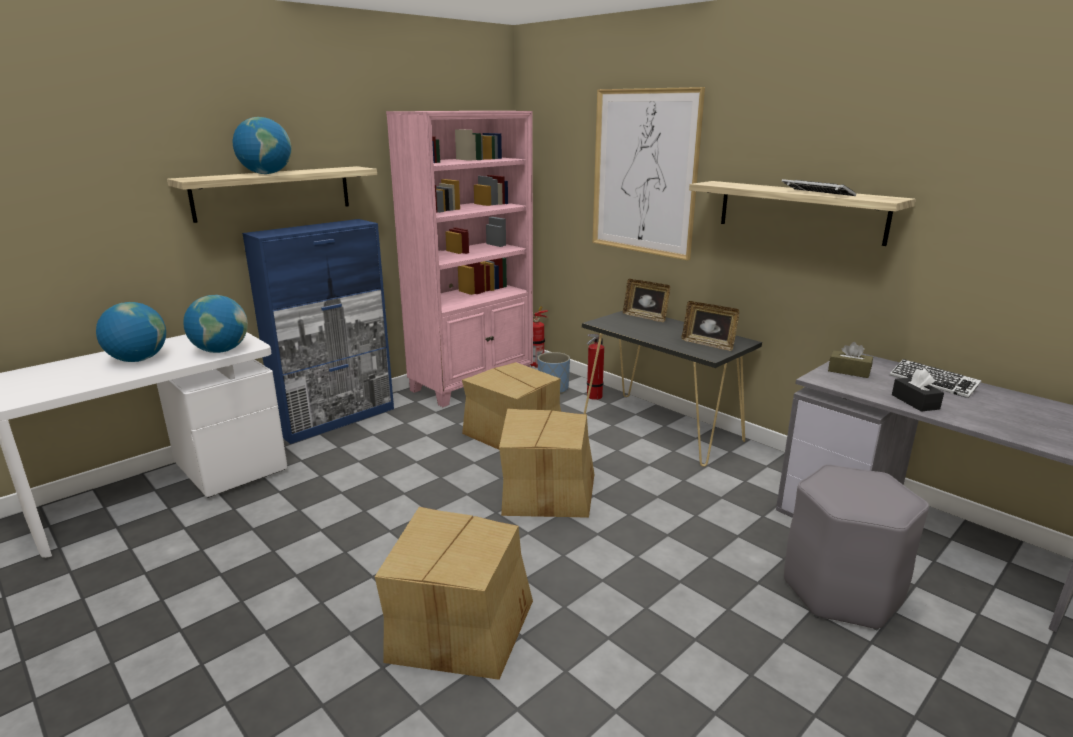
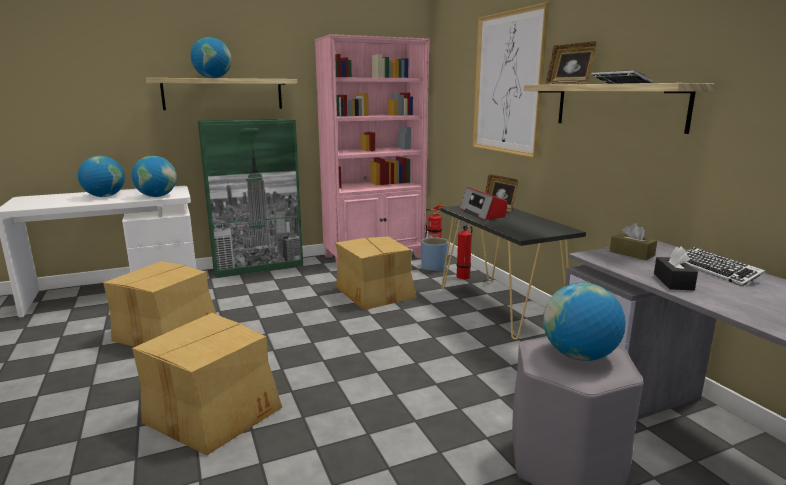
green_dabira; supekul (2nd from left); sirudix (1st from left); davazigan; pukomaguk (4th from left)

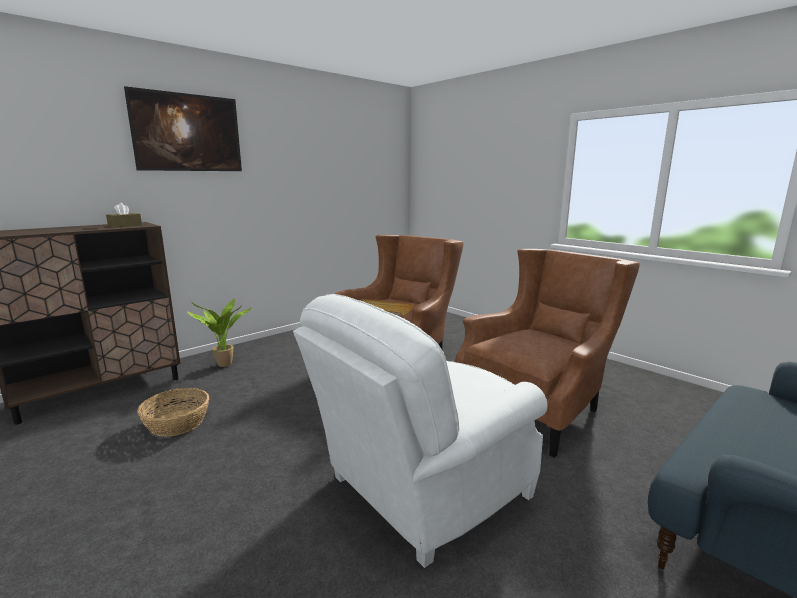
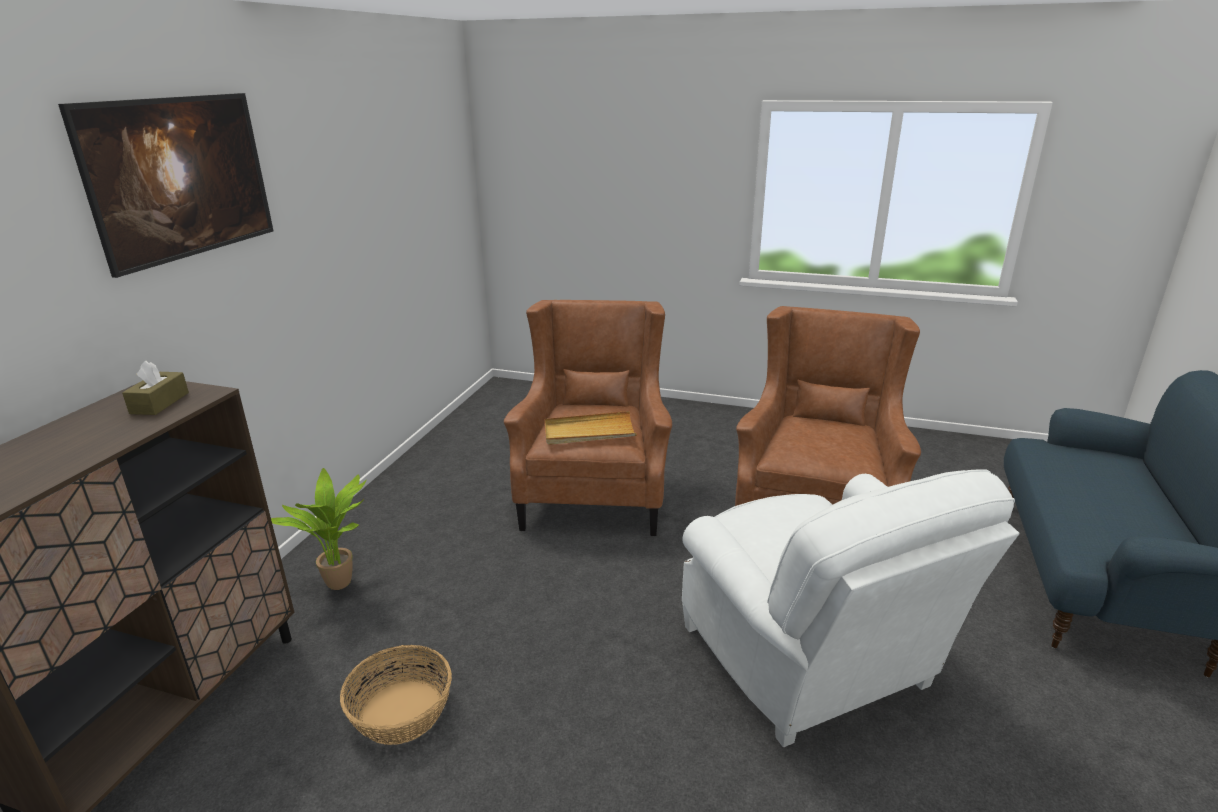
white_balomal

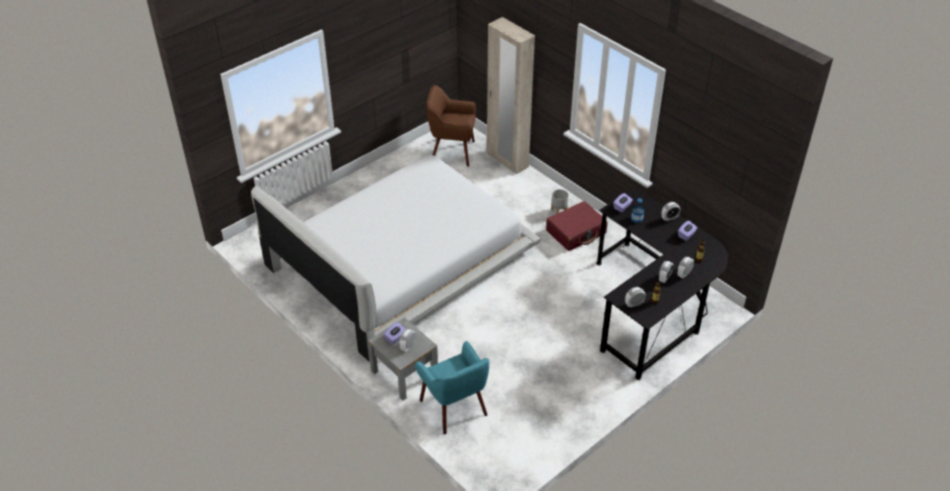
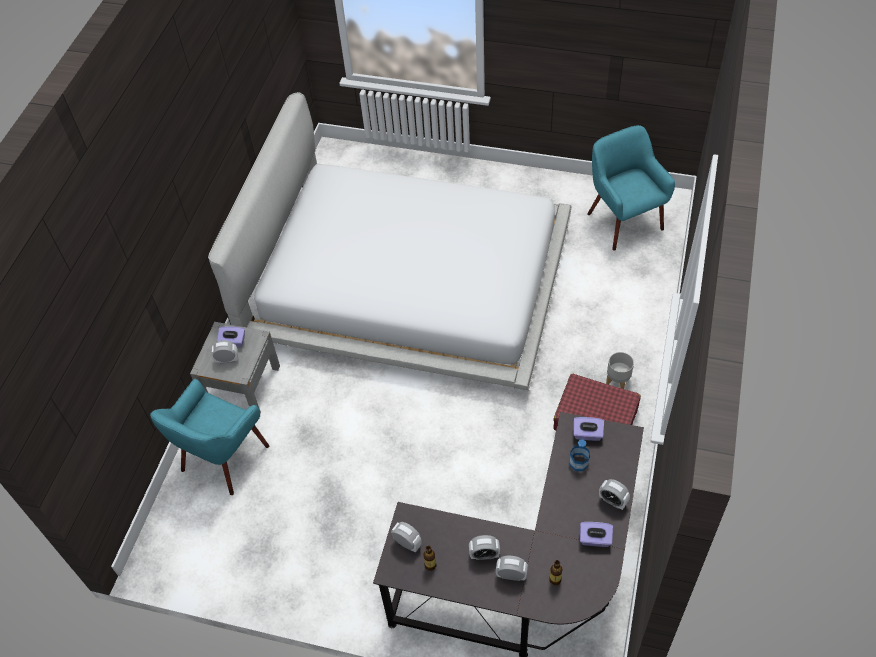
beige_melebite; turquoise_balomal (2nd from left)

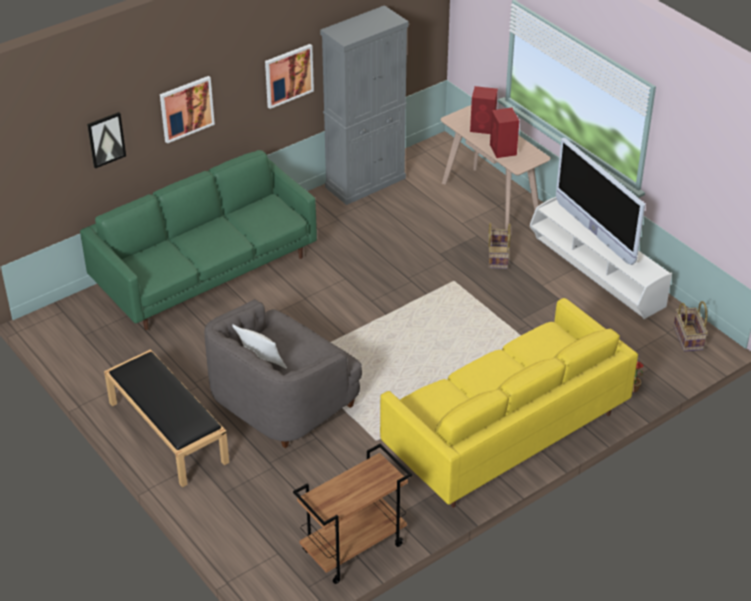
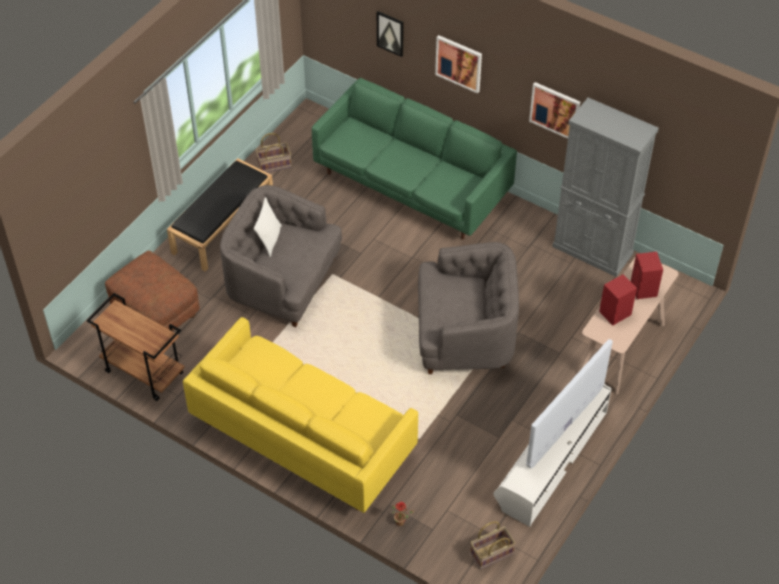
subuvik (1st from left); grey_balomal (2nd from left); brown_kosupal

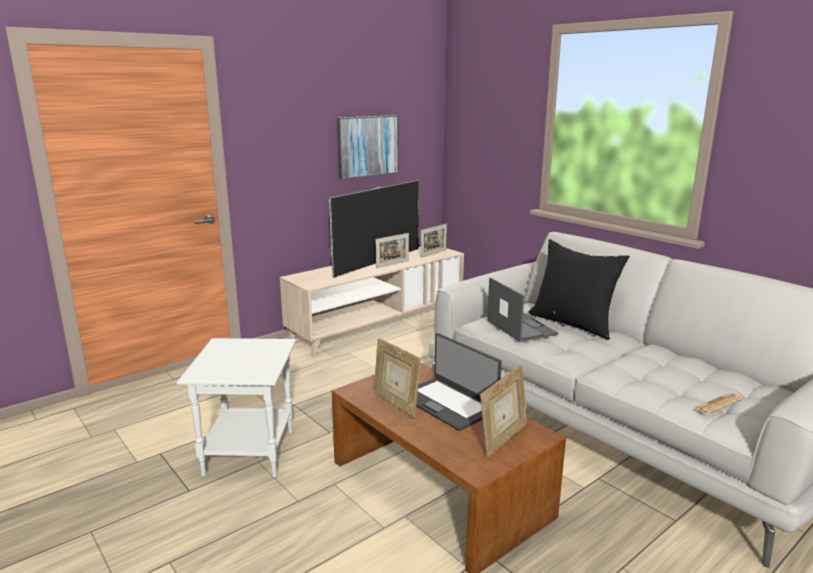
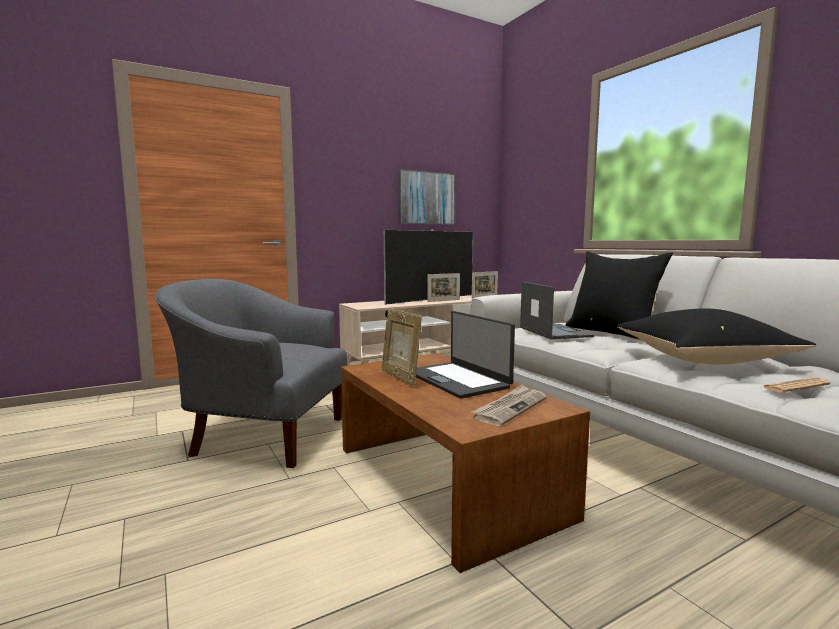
grey_balomal; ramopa (1st from left); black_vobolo (2nd from left)

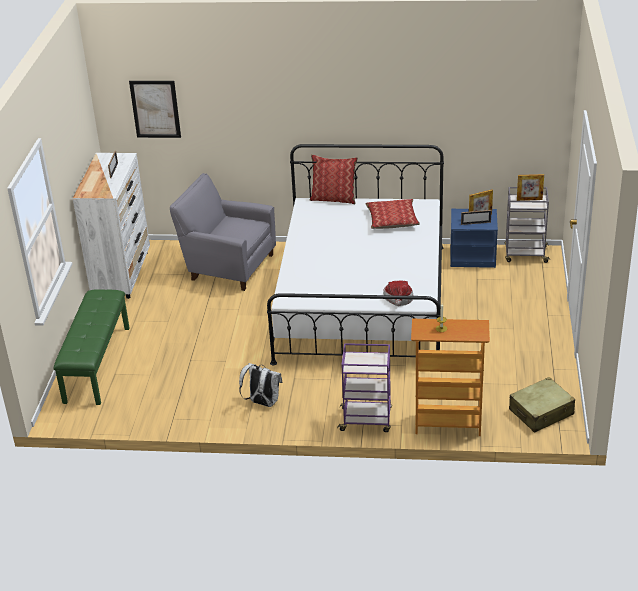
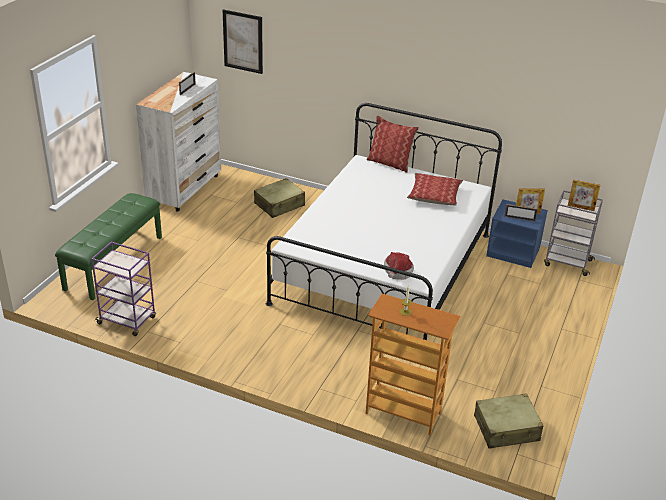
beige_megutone (1st from left); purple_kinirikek; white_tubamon

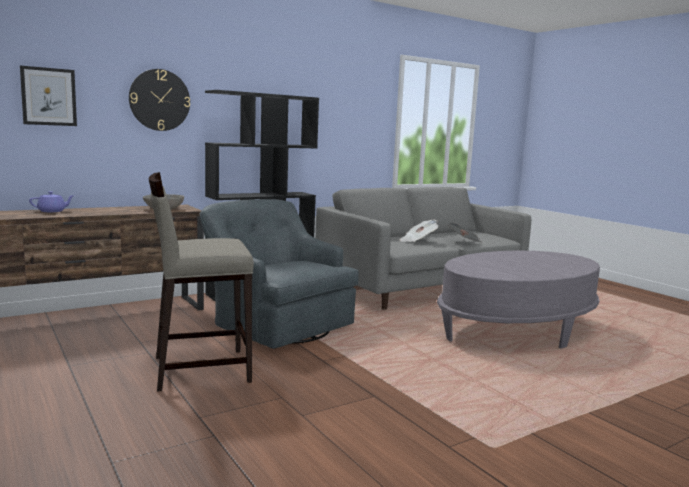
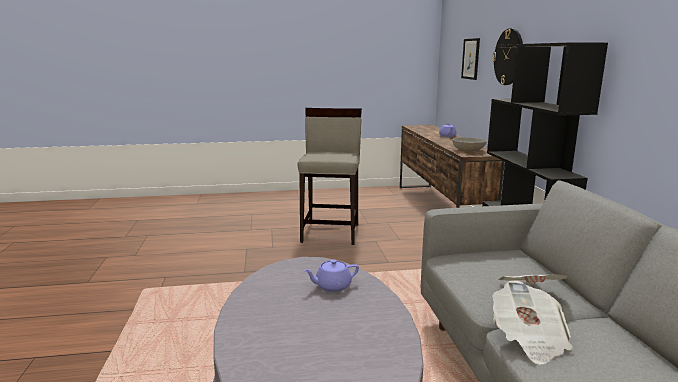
grey_balomal; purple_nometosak (1st from left)

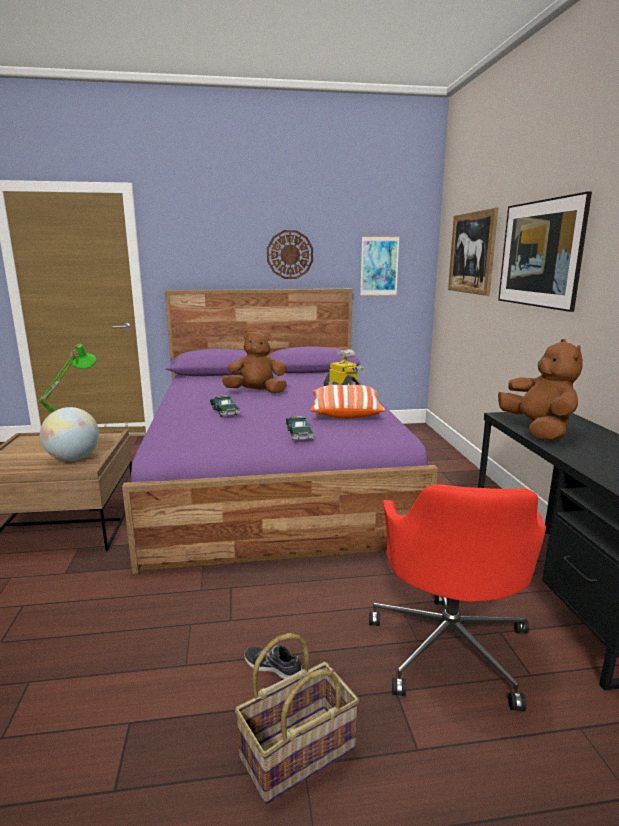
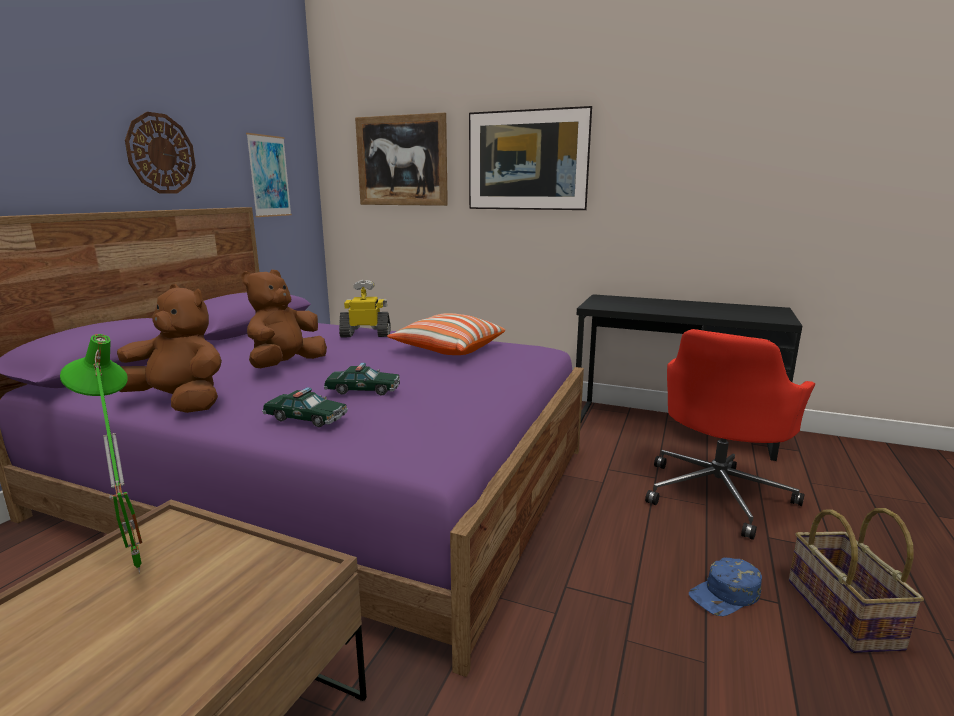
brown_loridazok (1st from left); pukomaguk; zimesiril (1st from left); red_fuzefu; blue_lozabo

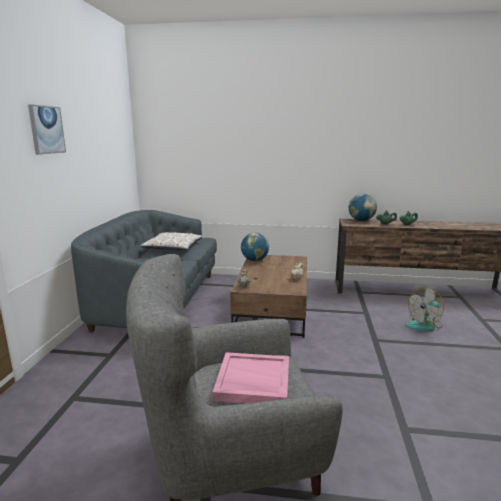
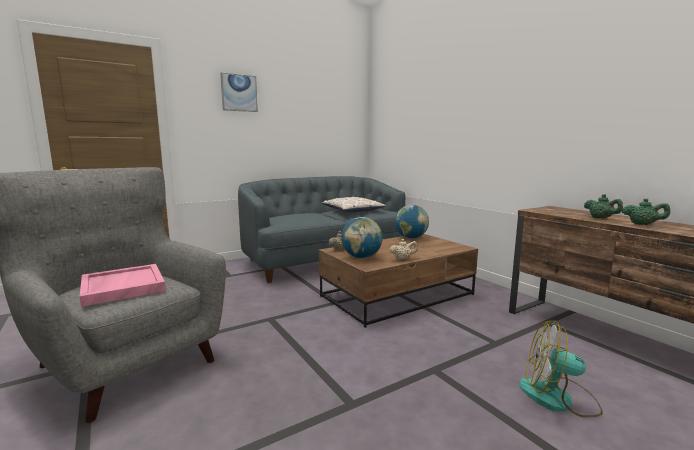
pukomaguk (1st from left)

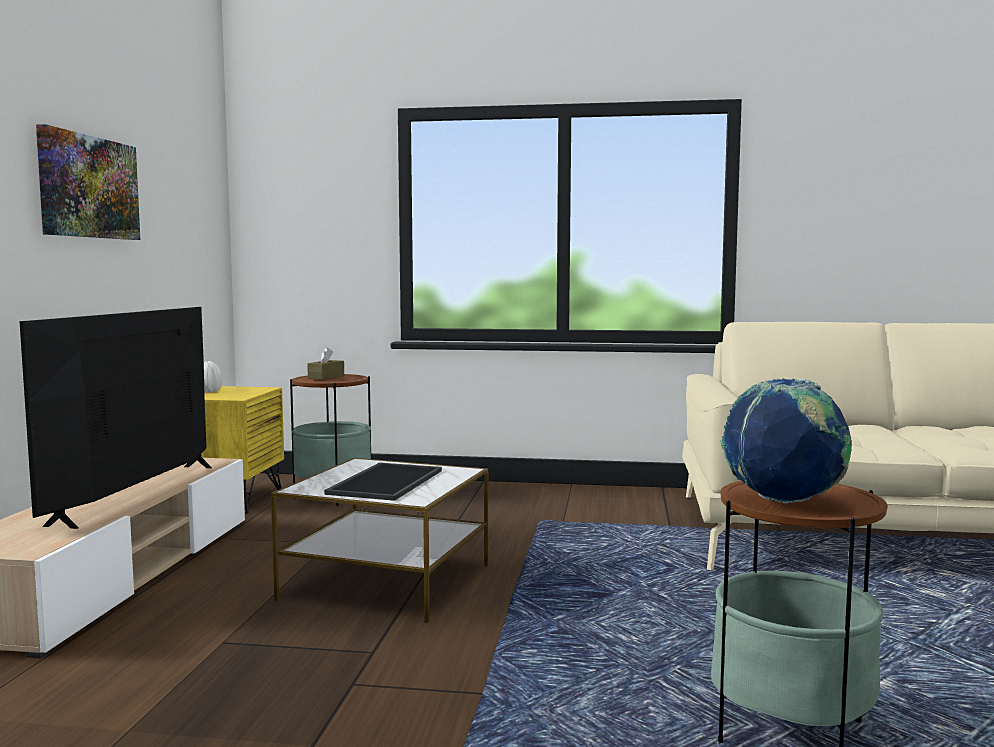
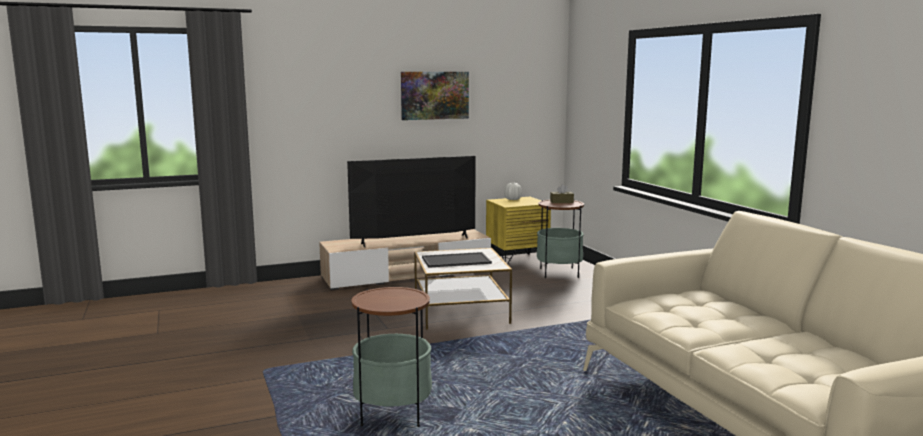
pukomaguk

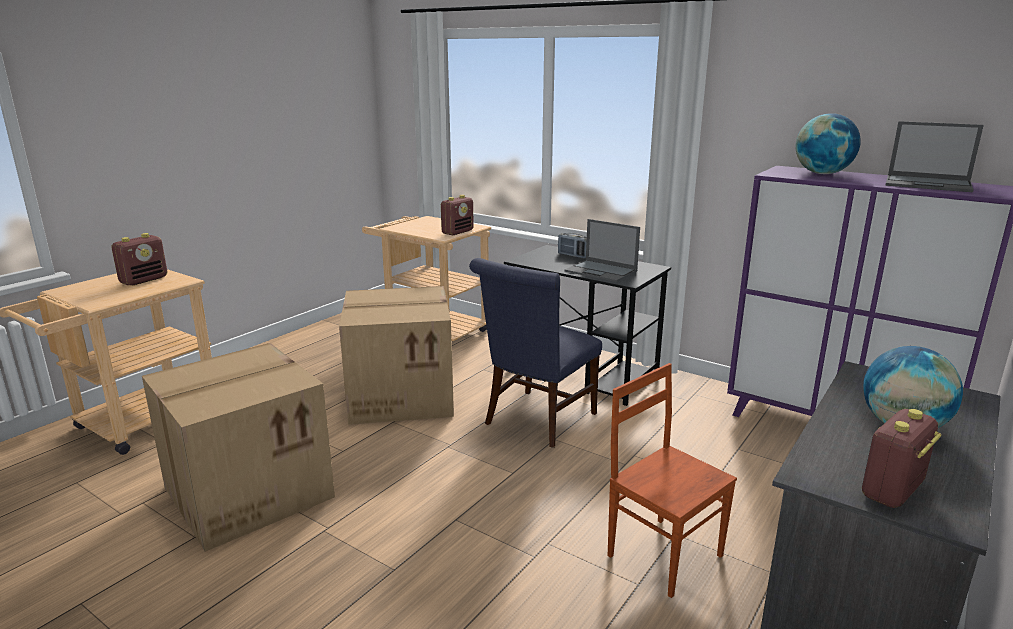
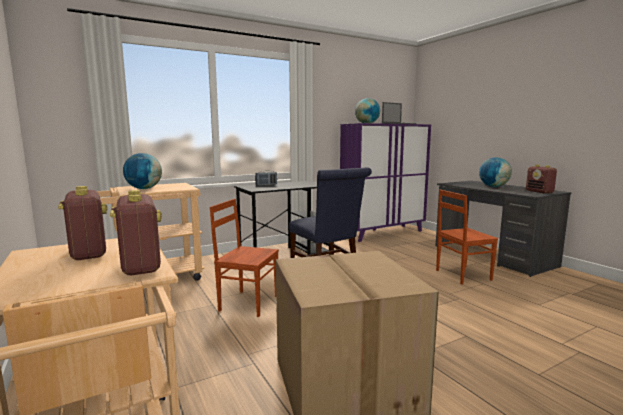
davazigan (2nd from left); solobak (1st from left in the first image); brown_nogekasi (1st from left); pukomaguk (1st from left)

